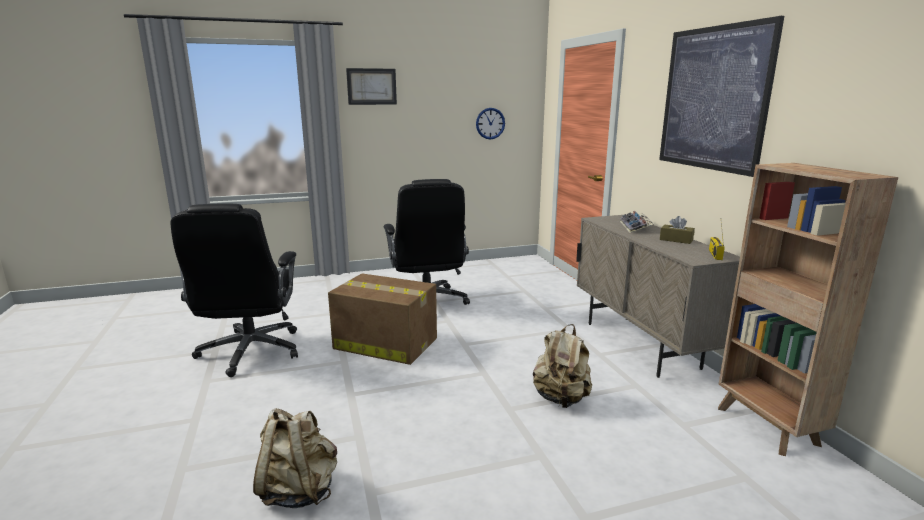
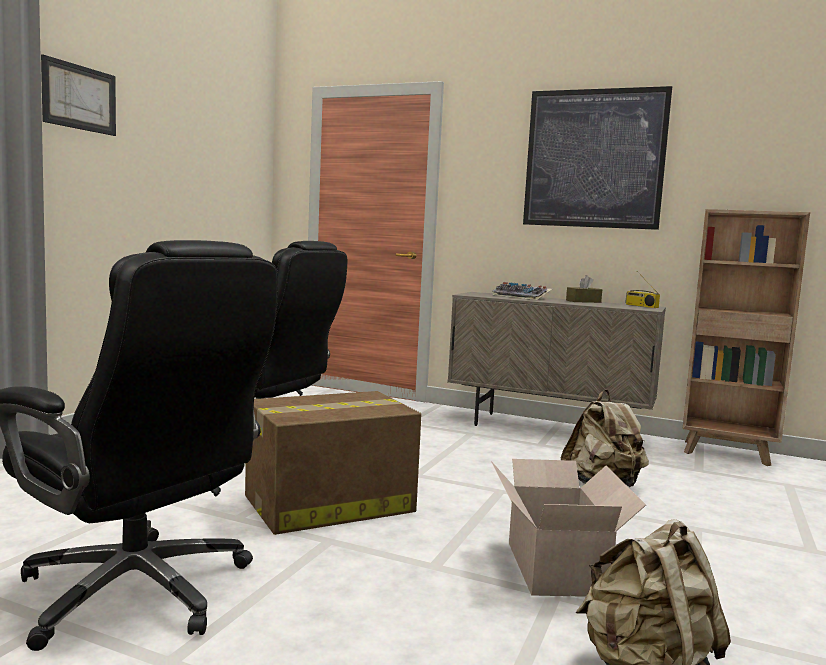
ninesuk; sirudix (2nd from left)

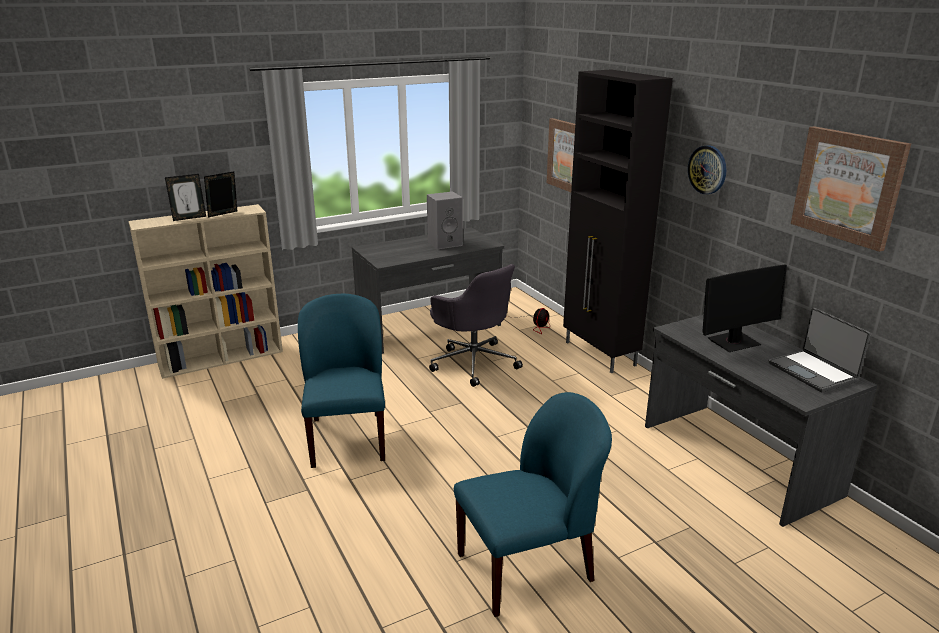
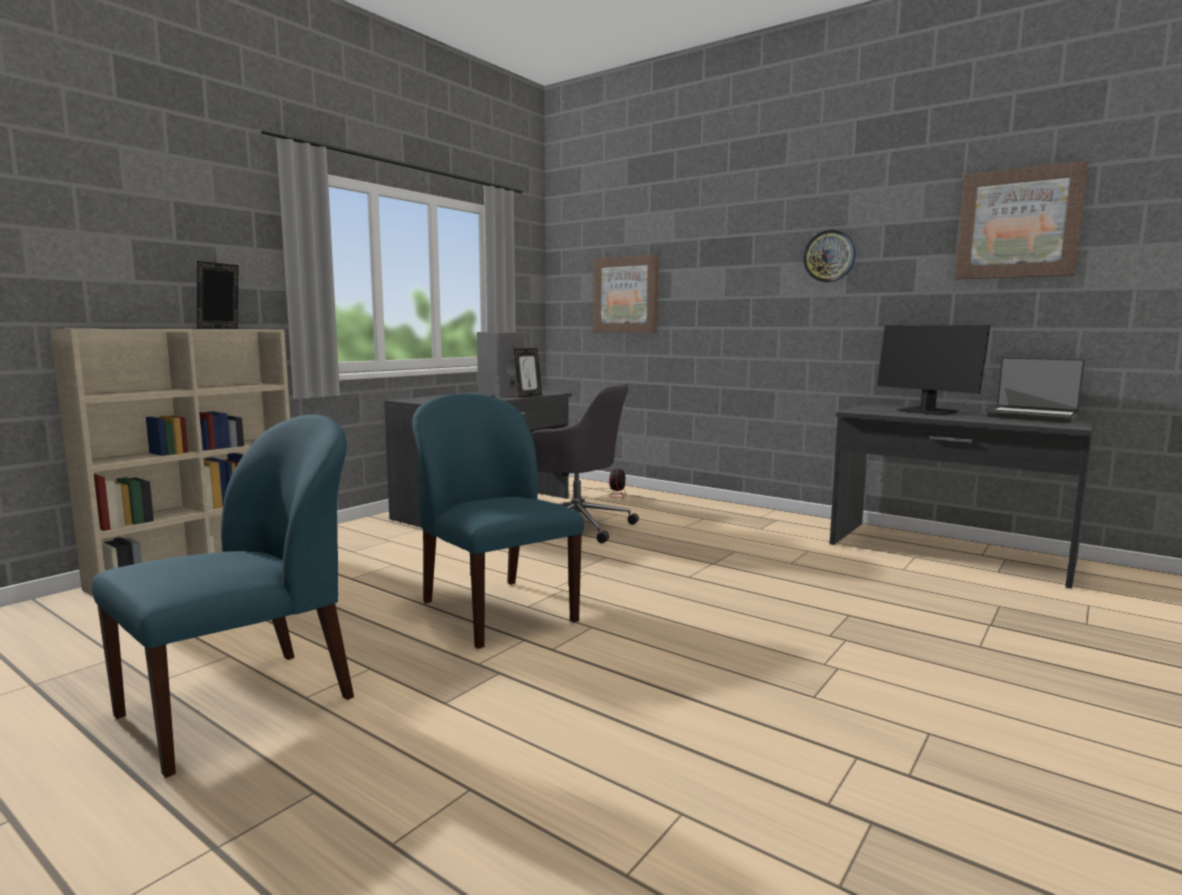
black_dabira; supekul (2nd from left); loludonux; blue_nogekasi (1st from left)

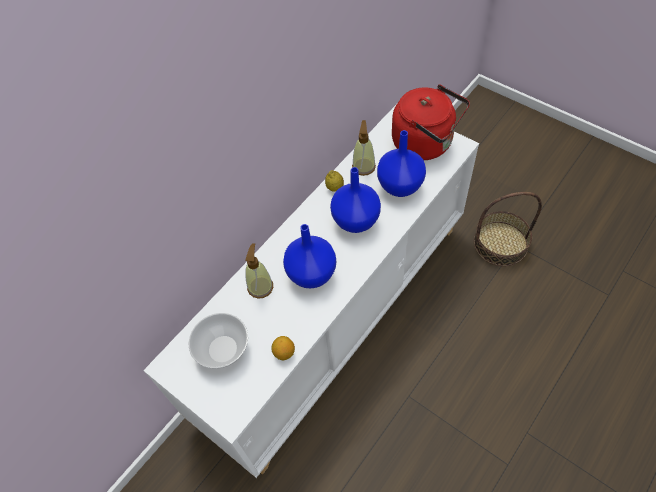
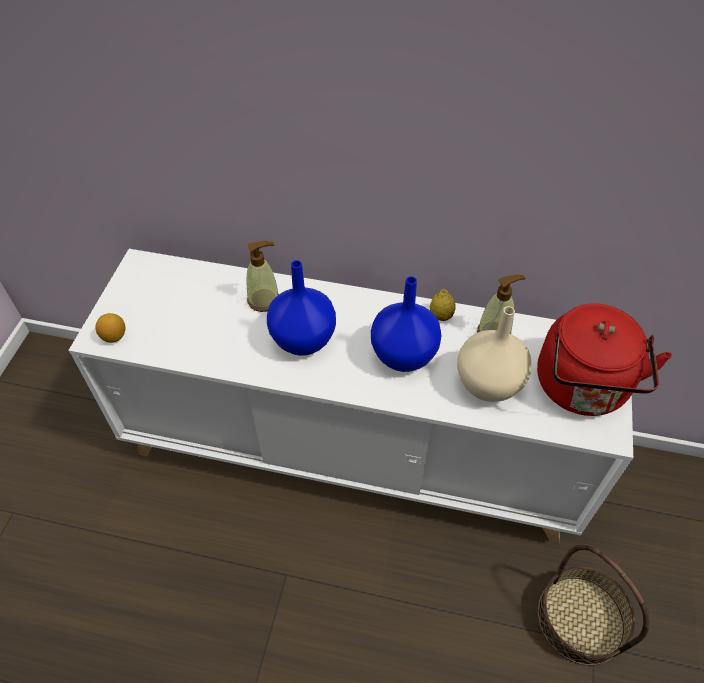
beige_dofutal; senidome; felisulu (1st from left)

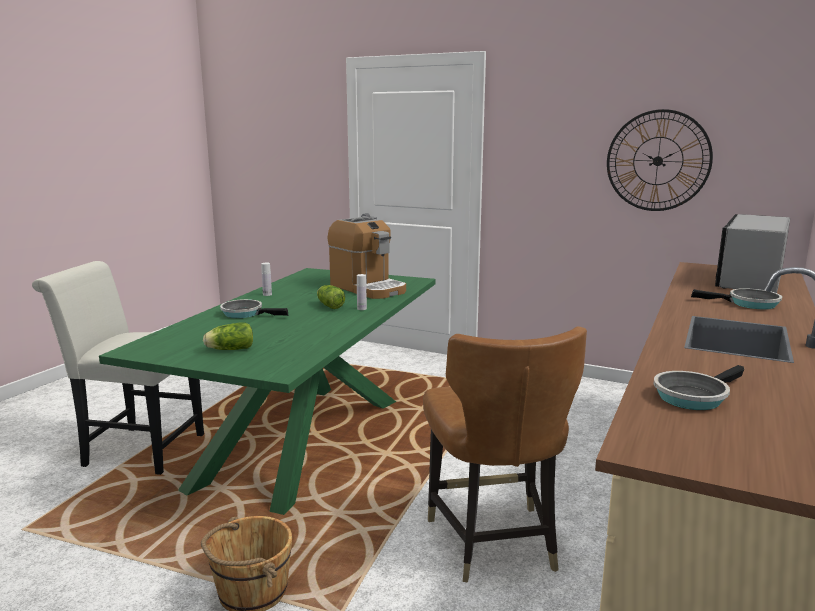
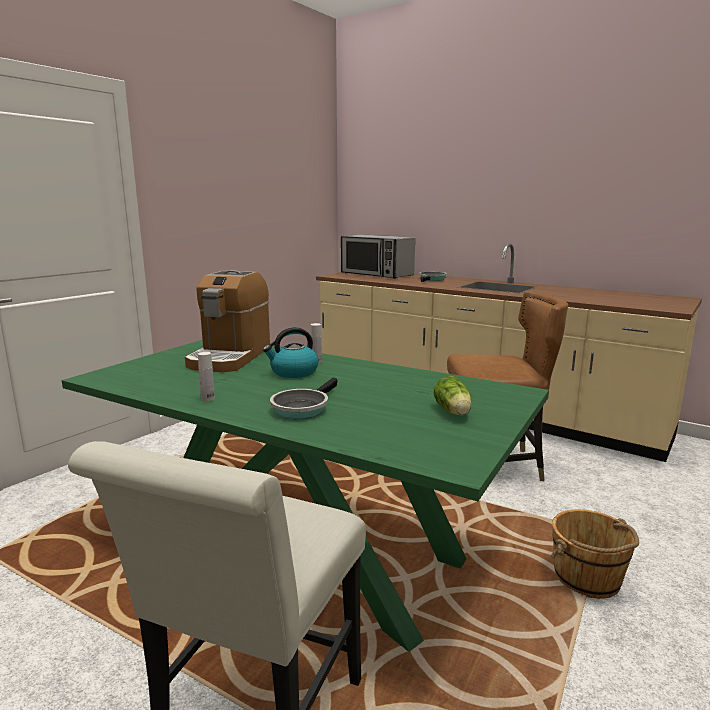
ninesuk; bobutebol; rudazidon; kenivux (2nd from left in the first image)

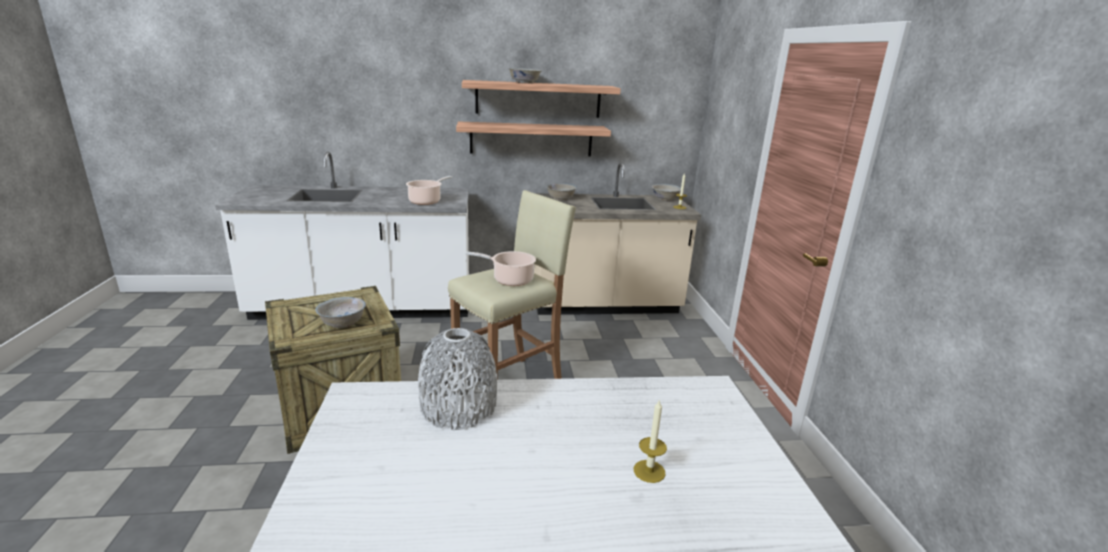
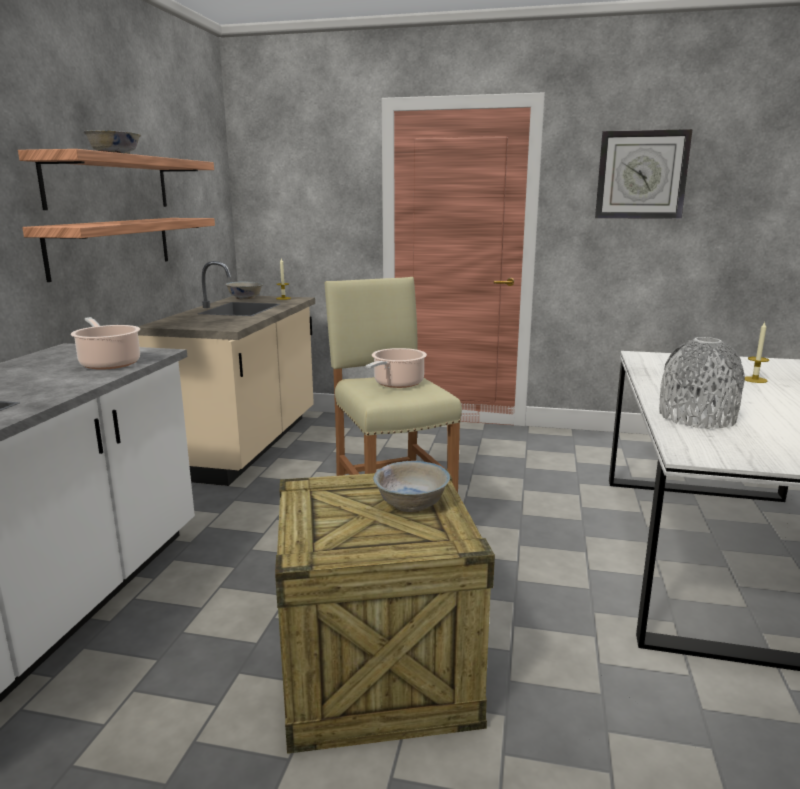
white_senidome (3rd from left in the first image); ninesuk

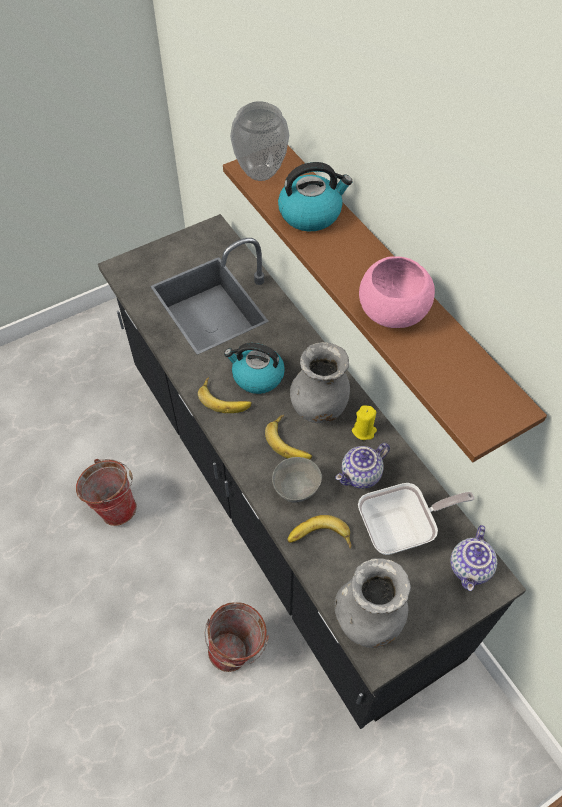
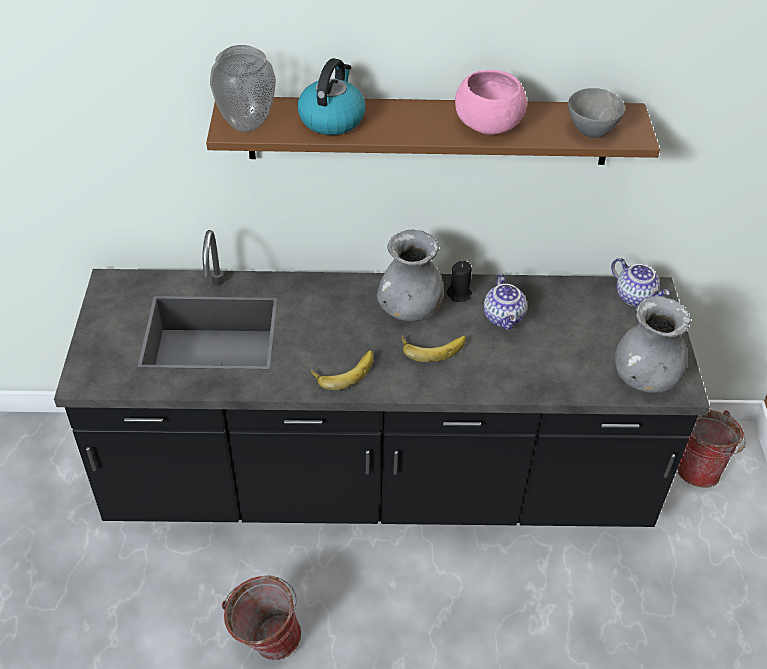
rudazidon (1st from left in the first image); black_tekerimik; grey_senidome; kenivux; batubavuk (3rd from left in the first image); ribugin (2nd from left)

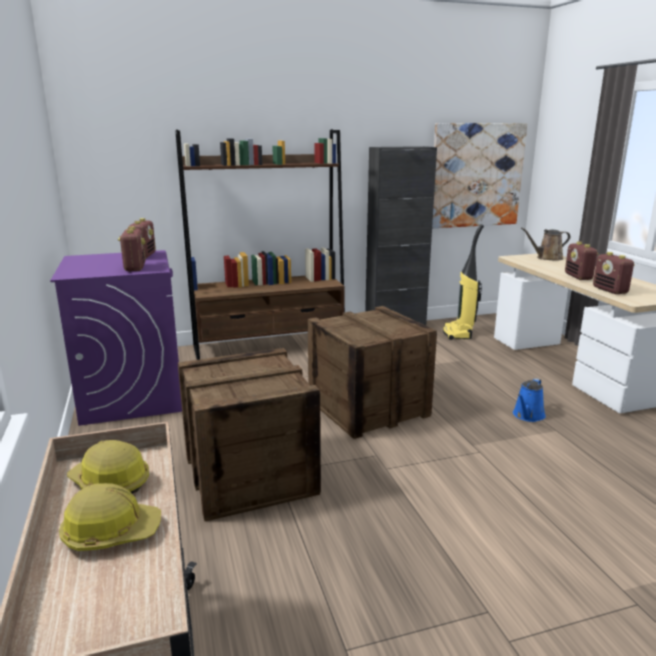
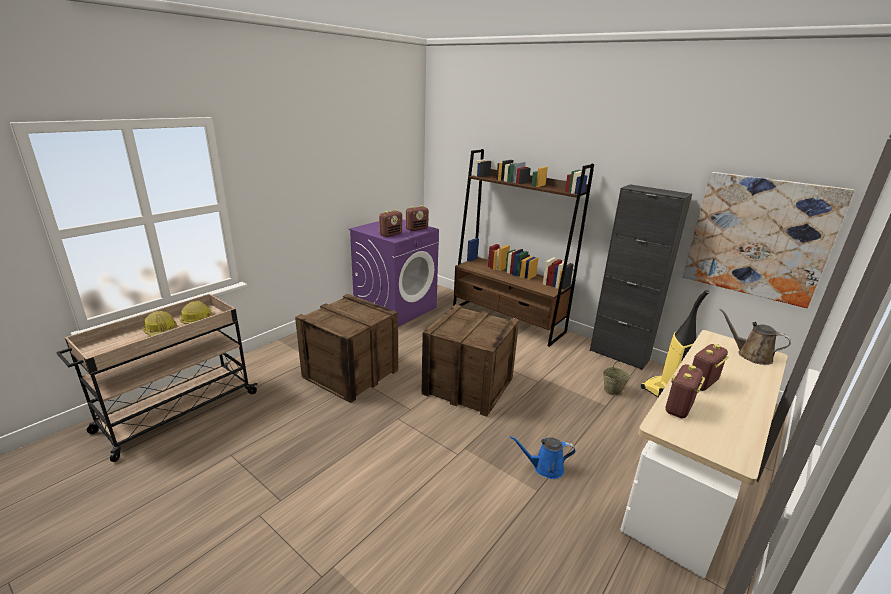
beige_ribugin

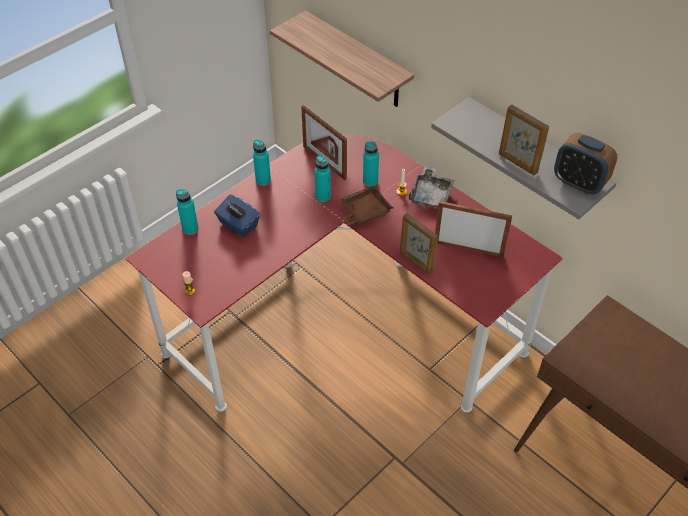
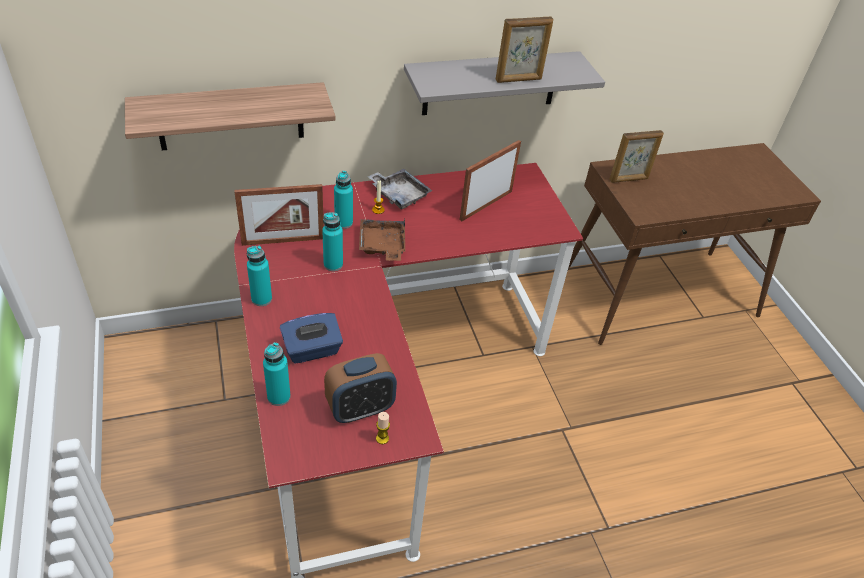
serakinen; supekul (4th from left)

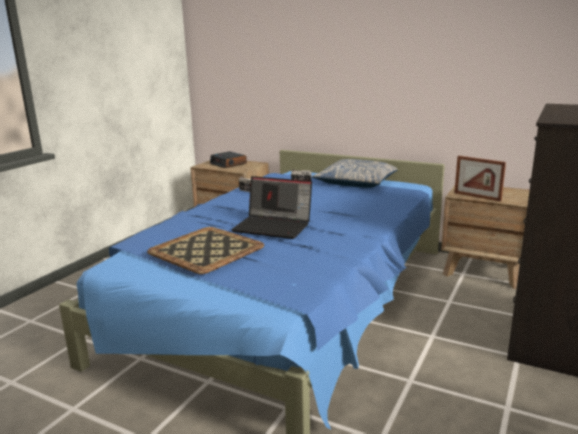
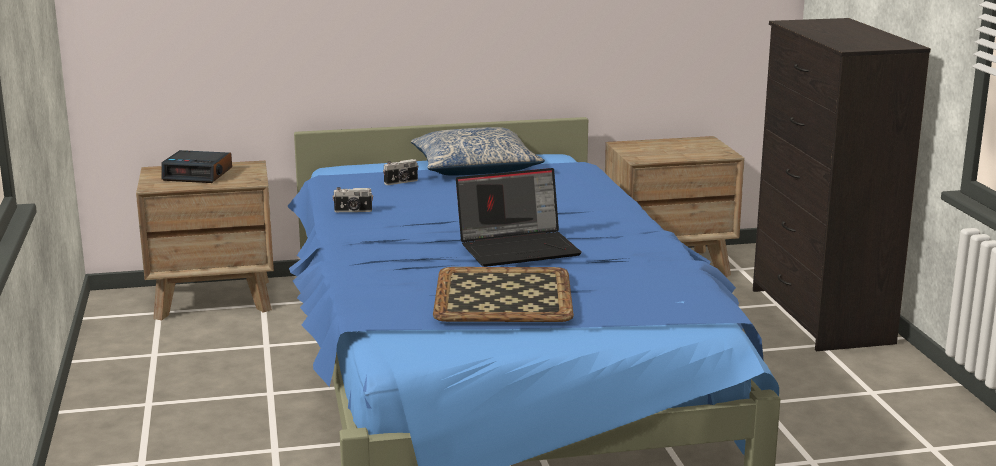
supekul

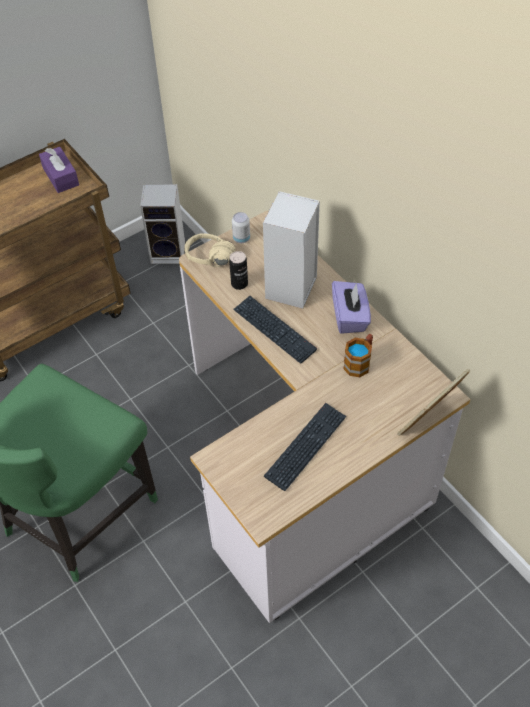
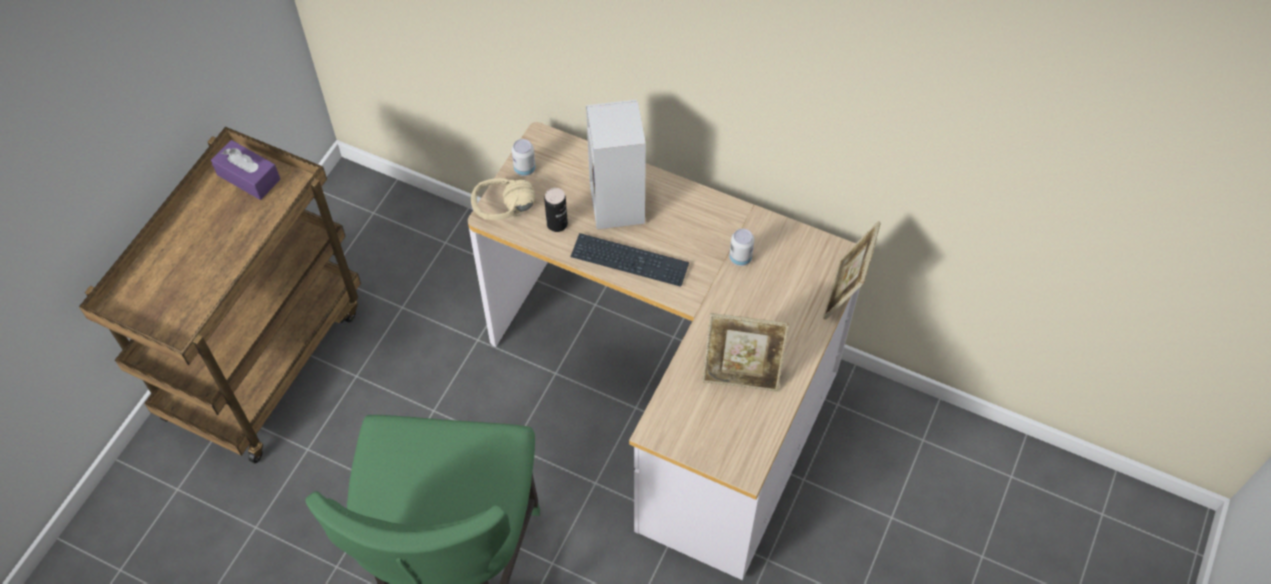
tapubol (1st from left in the first image); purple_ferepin (2nd from left in the first image); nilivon (3rd from left); supekul (1st from left)

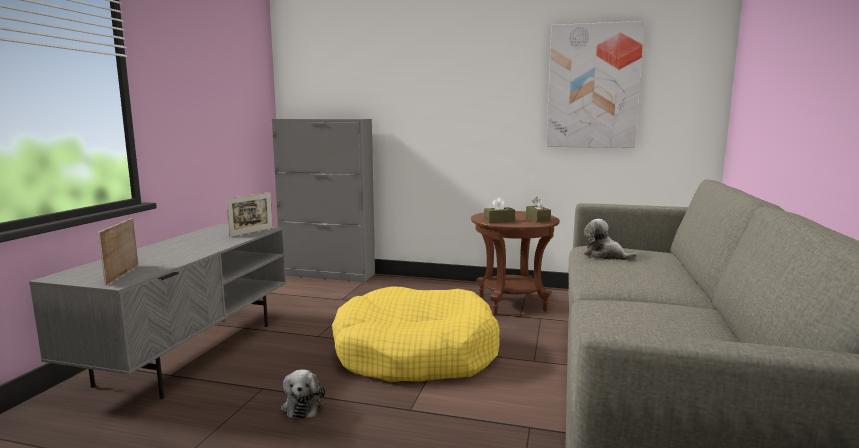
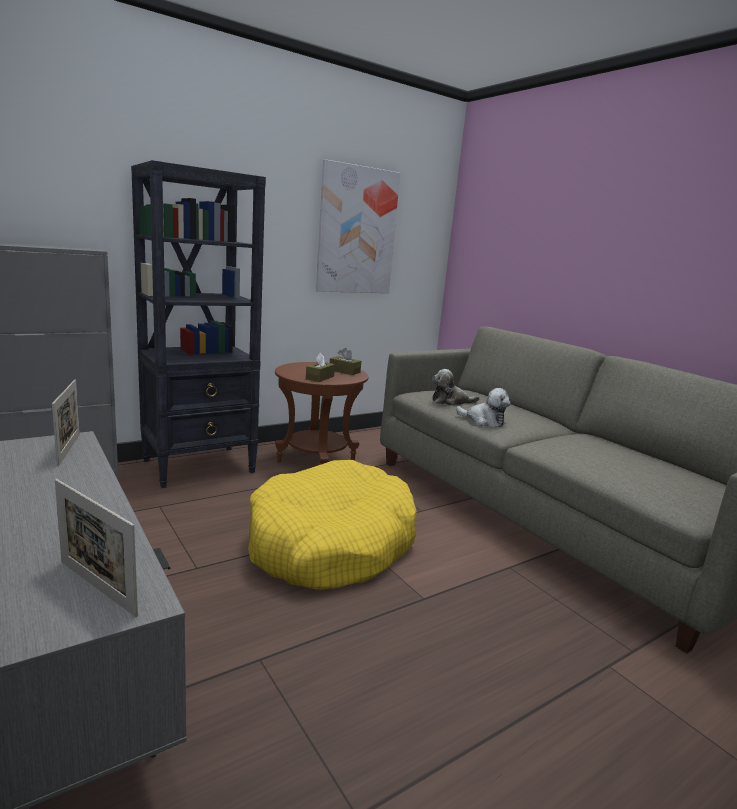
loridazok (2nd from left); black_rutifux

